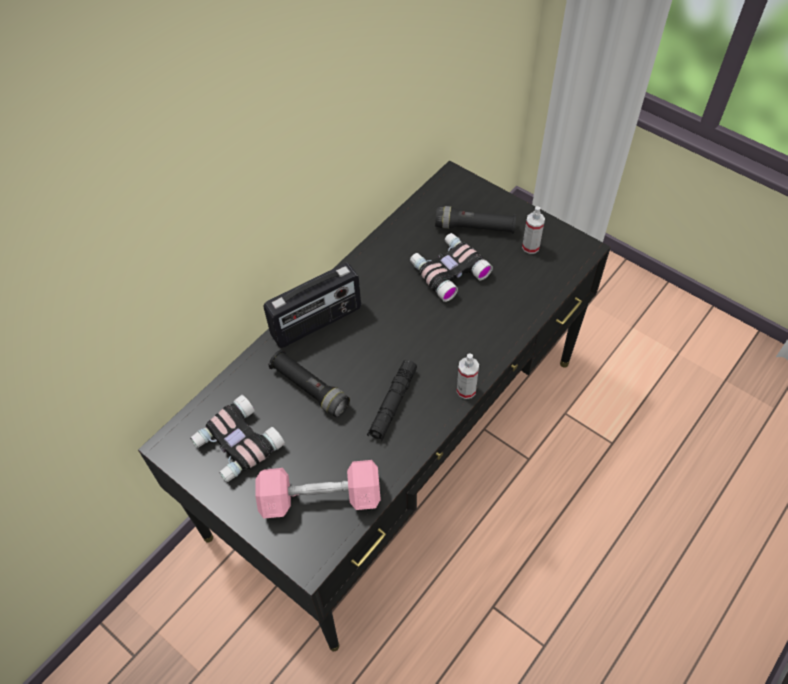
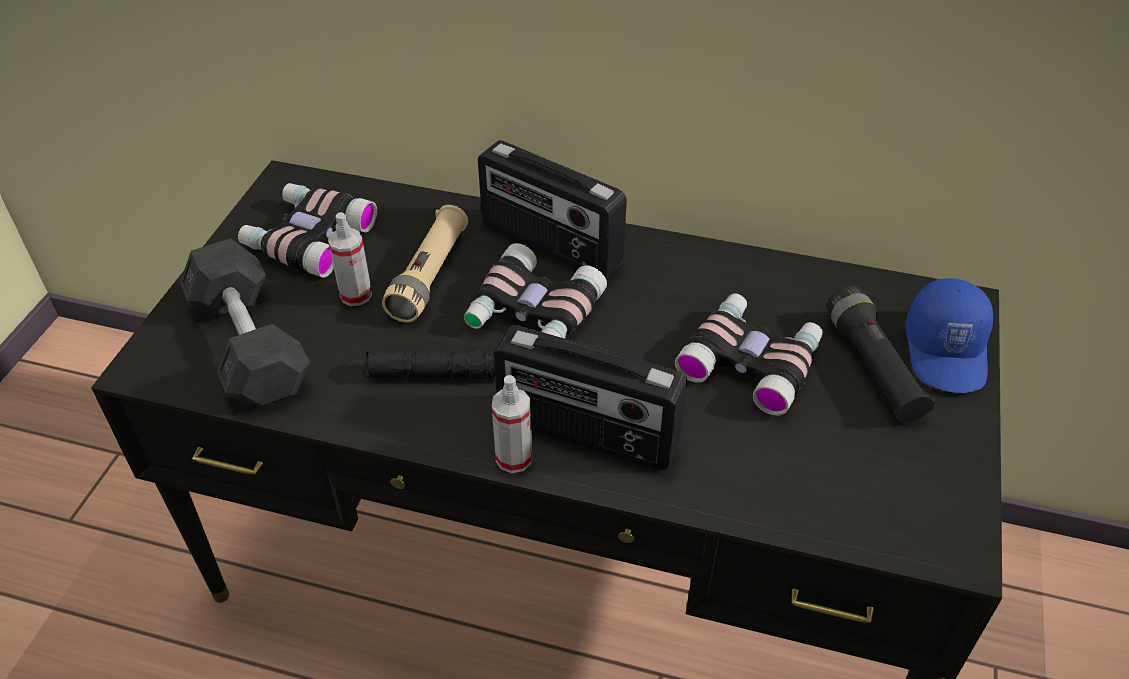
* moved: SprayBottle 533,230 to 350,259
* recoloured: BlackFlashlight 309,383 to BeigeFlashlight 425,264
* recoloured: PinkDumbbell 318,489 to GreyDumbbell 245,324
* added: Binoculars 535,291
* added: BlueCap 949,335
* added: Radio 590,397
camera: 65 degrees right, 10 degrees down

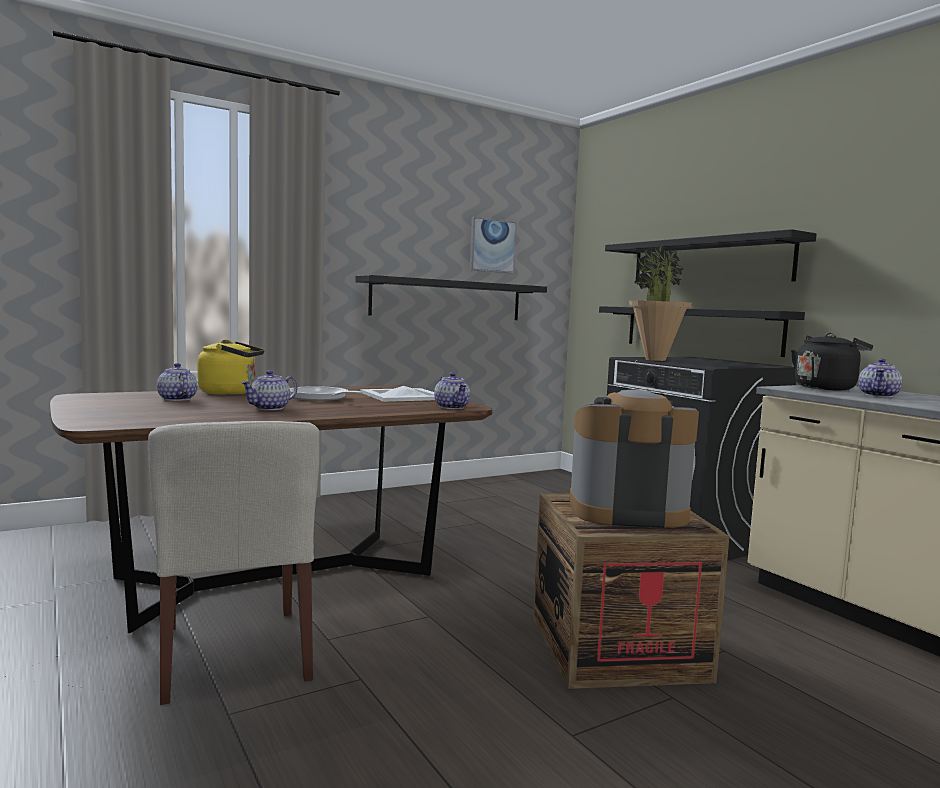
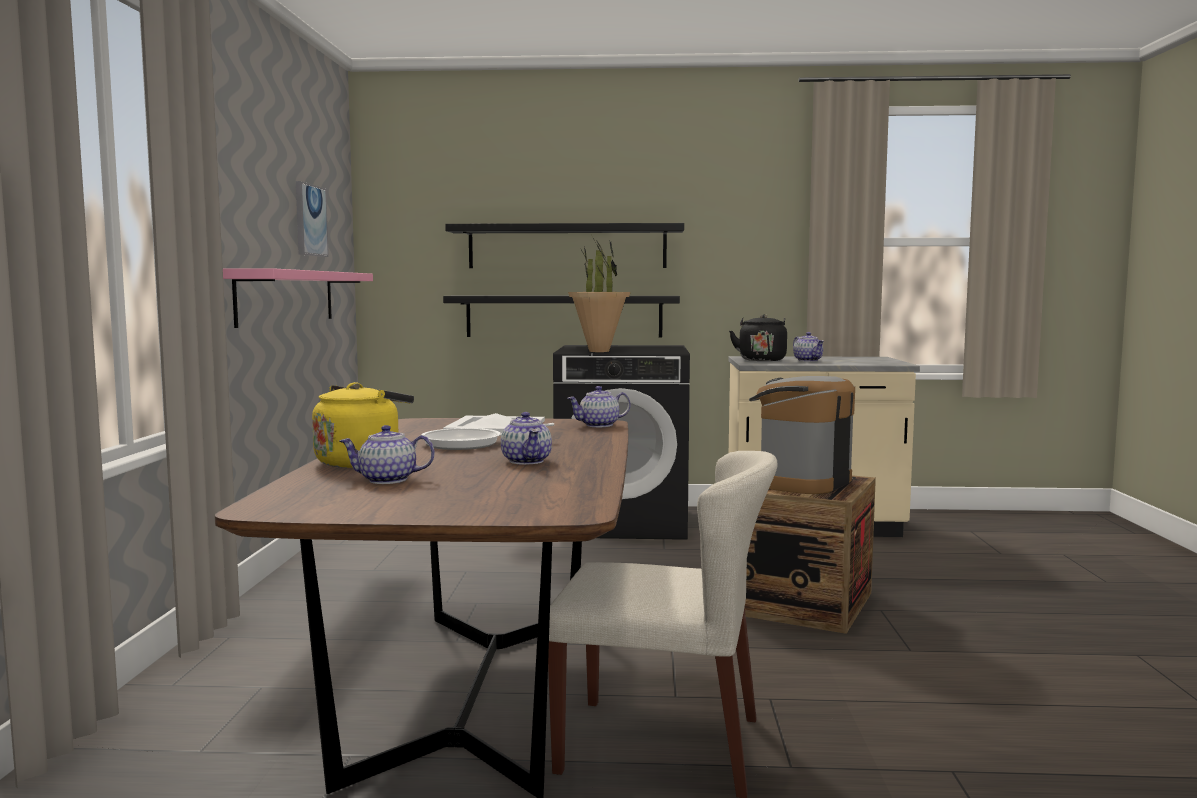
* recoloured: BlackShelf 451,297 to PinkShelf 298,298
* turned: Teapot 452,390 = 599,406 150 degrees clockwise
camera: 55 degrees left, 0 degrees up

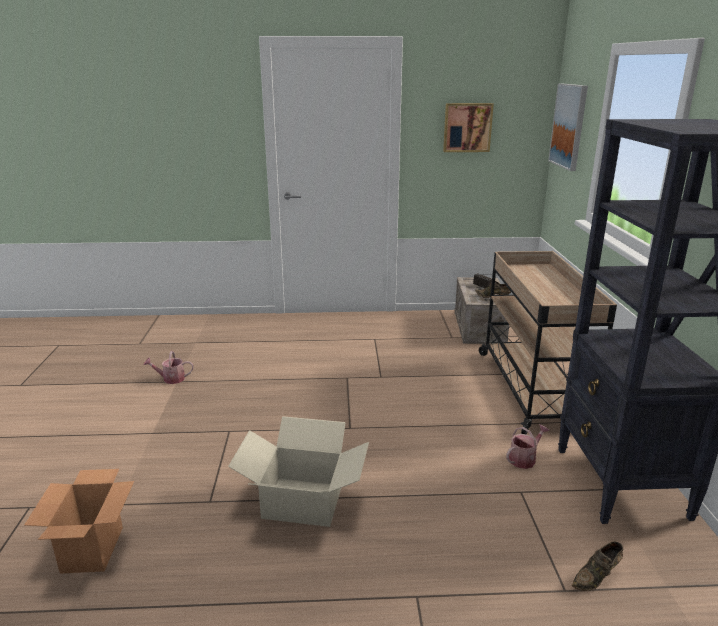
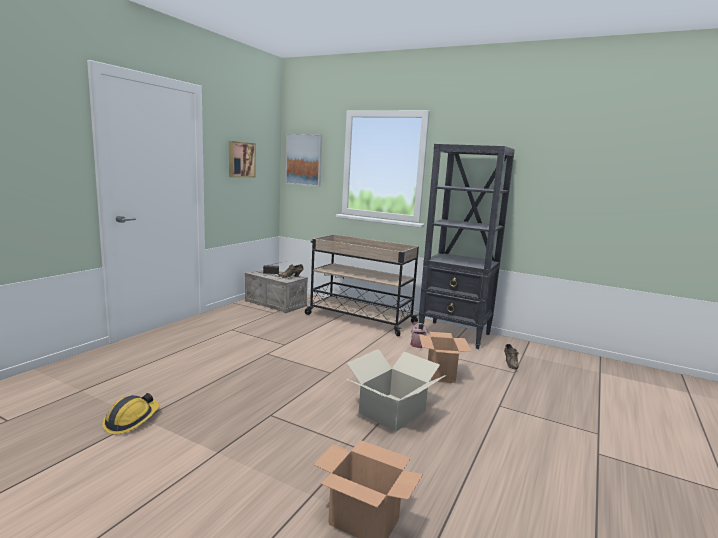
* replaced: WateringCan 169,367 to HardHat 130,413
* added: CardboardBox 445,357
camera: 60 degrees left, 10 degrees down

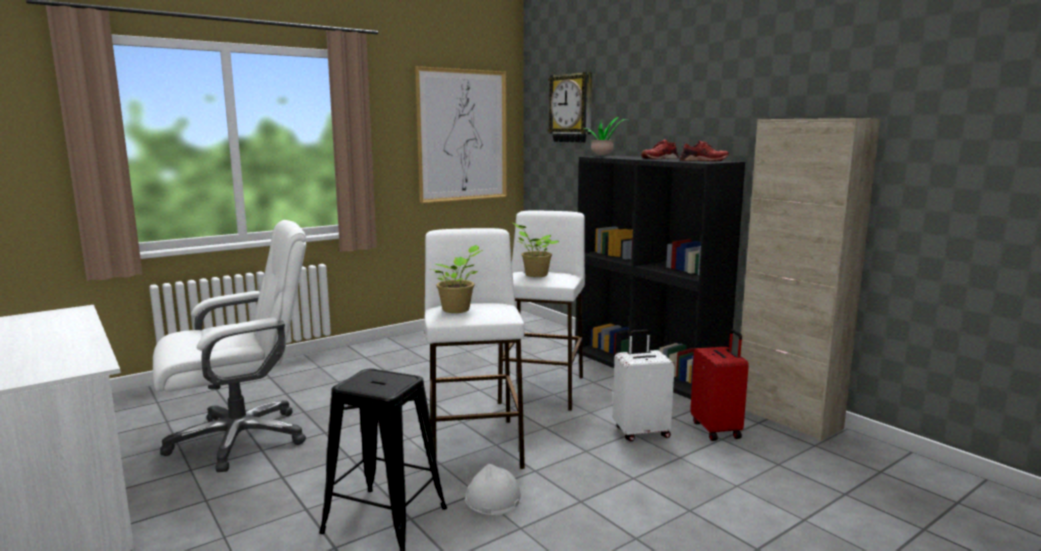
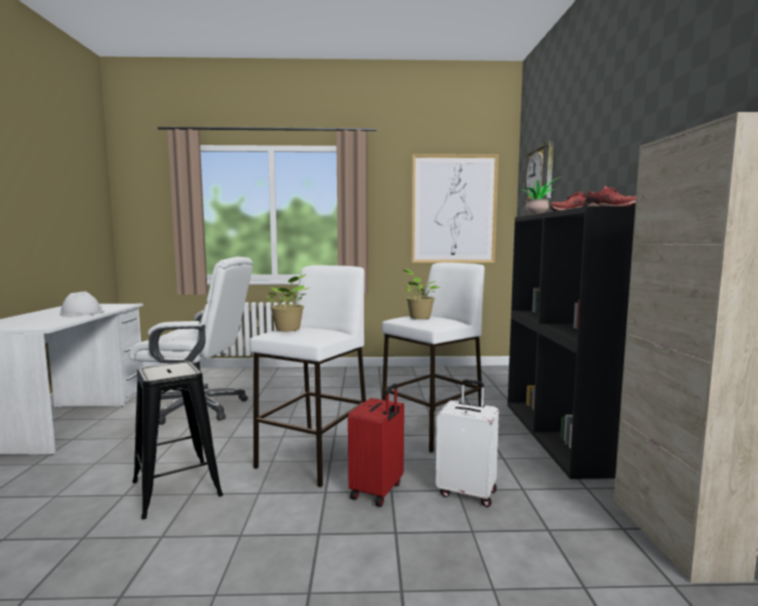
* moved: RedSuitcase 719,385 to 376,445
* moved: WhiteHardHat 493,489 to 82,304
camera: 35 degrees right, 5 degrees down

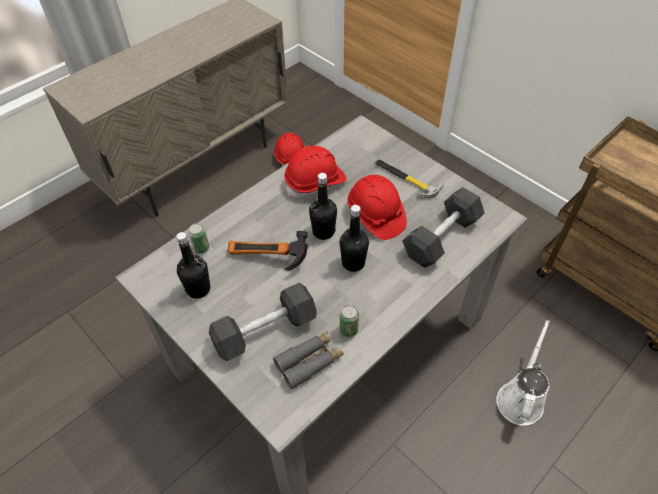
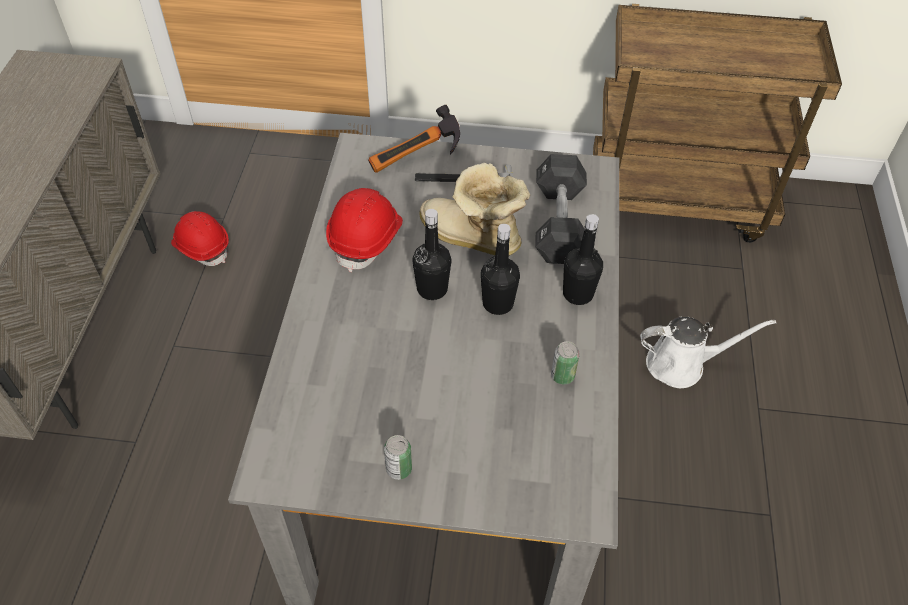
* replaced: RedHardHat 377,207 to Boot 474,209
* moved: Can 198,238 to 398,457
* moved: Hammer 268,251 to 414,139
* moved: BlackBottle 193,265 to 583,259
* removed: BlackDumbbell 263,322
* turned: WhiteWateringCan 522,373 = 708,352 105 degrees clockwise
* removed: GreyBinoculars 308,360
camera: 40 degrees left, 0 degrees up

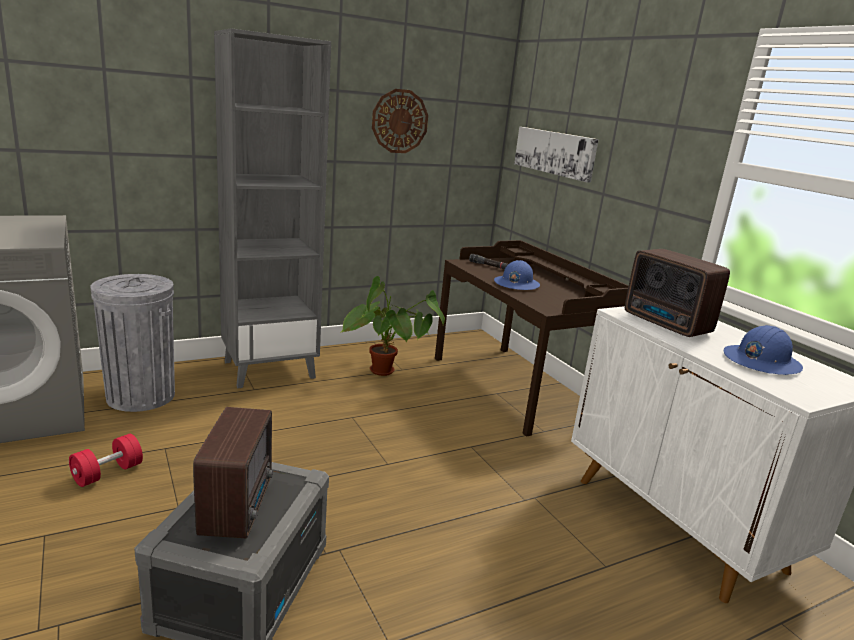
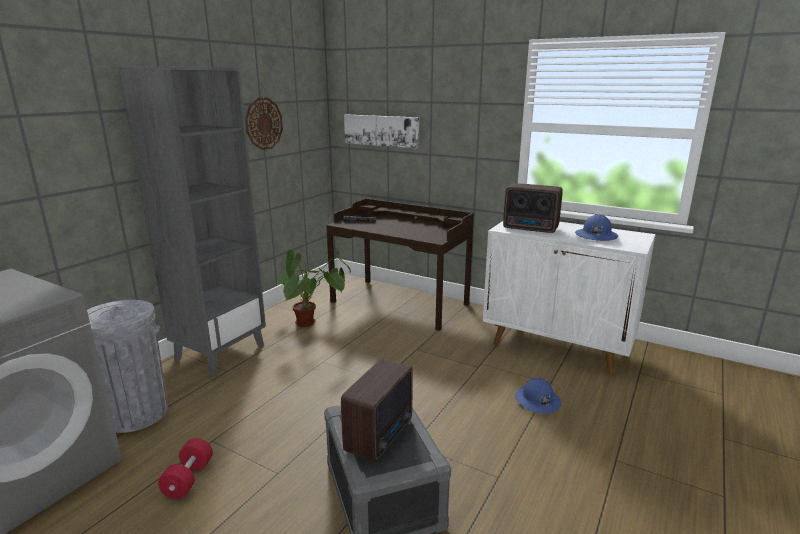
* moved: BlueHardHat 517,275 to 538,396
* turned: Radio 233,473 = 377,410 60 degrees clockwise
camera: 30 degrees left, 0 degrees up

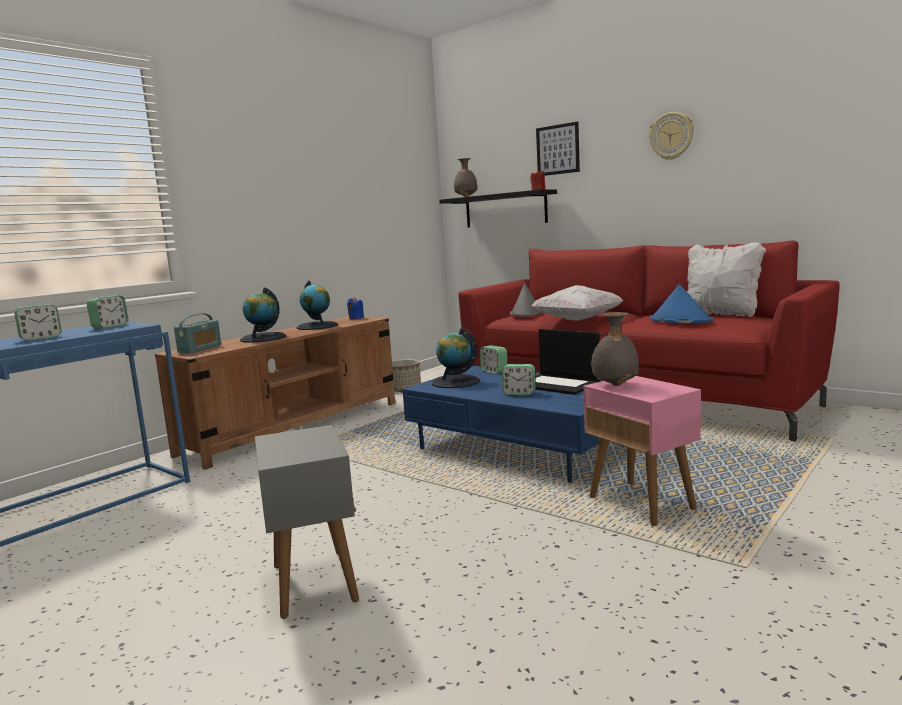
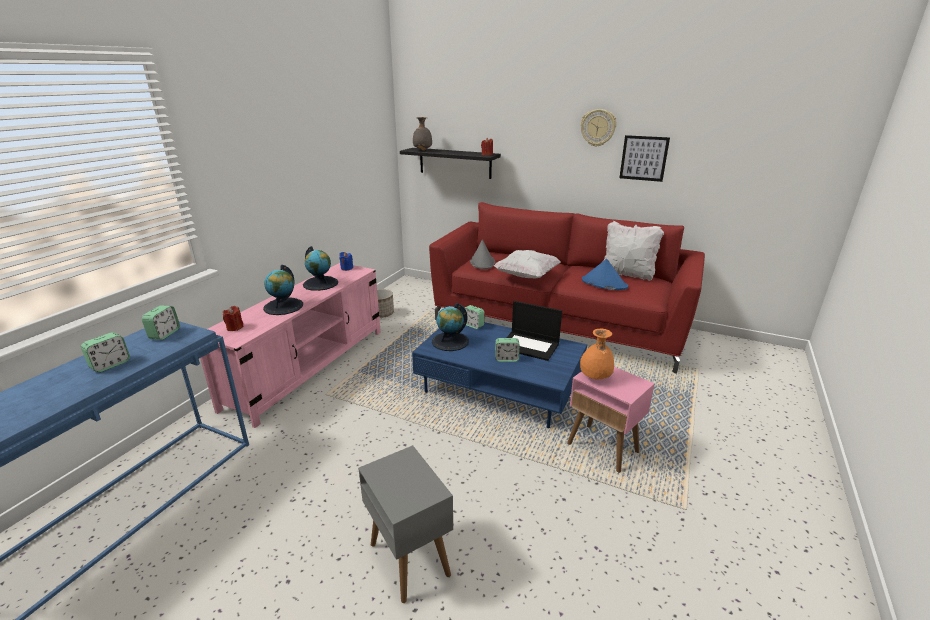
* moved: Picture 558,148 to 644,158
* recoloured: GreyVase 615,349 to OrangeVase 597,353
* replaced: Radio 197,333 to RedCandle 233,318
* recoloured: BrownTvStand 275,393 to PinkTvStand 290,345
camera: 15 degrees left, 15 degrees up

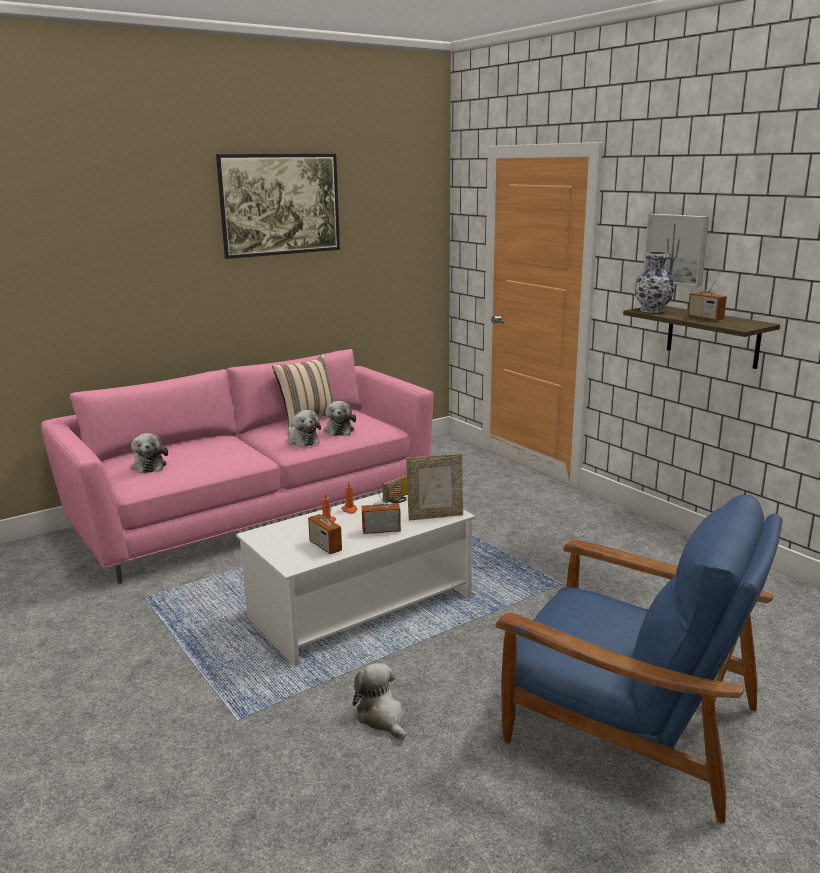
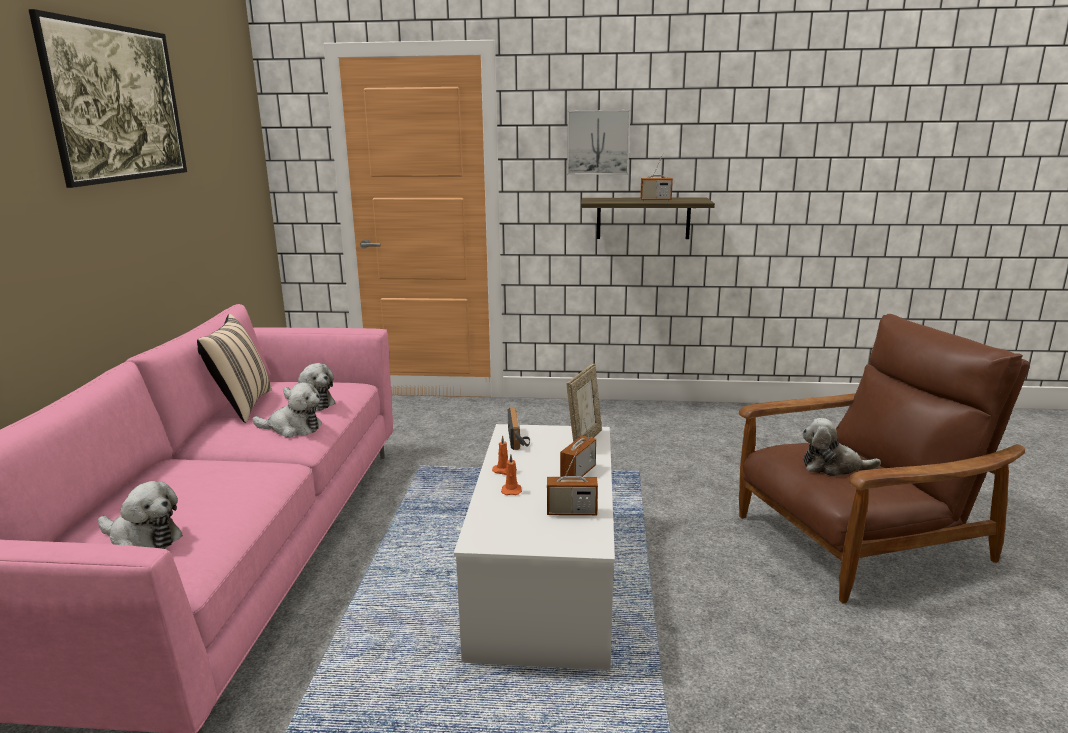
* removed: Vase 654,282
* recoloured: BlueArmchair 639,659 to BrownArmchair 884,459
* moved: PlushToy 379,701 to 841,447
camera: 50 degrees left, 0 degrees up

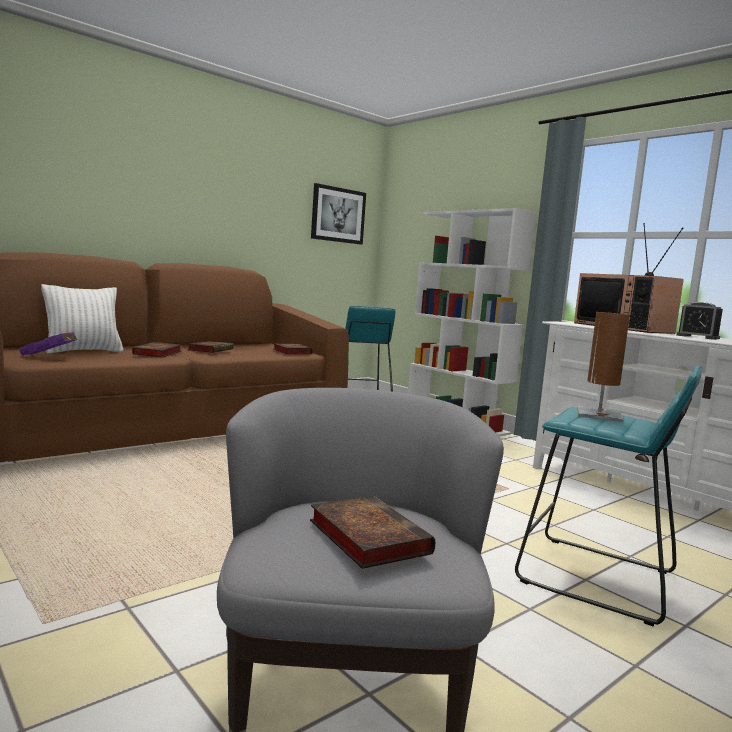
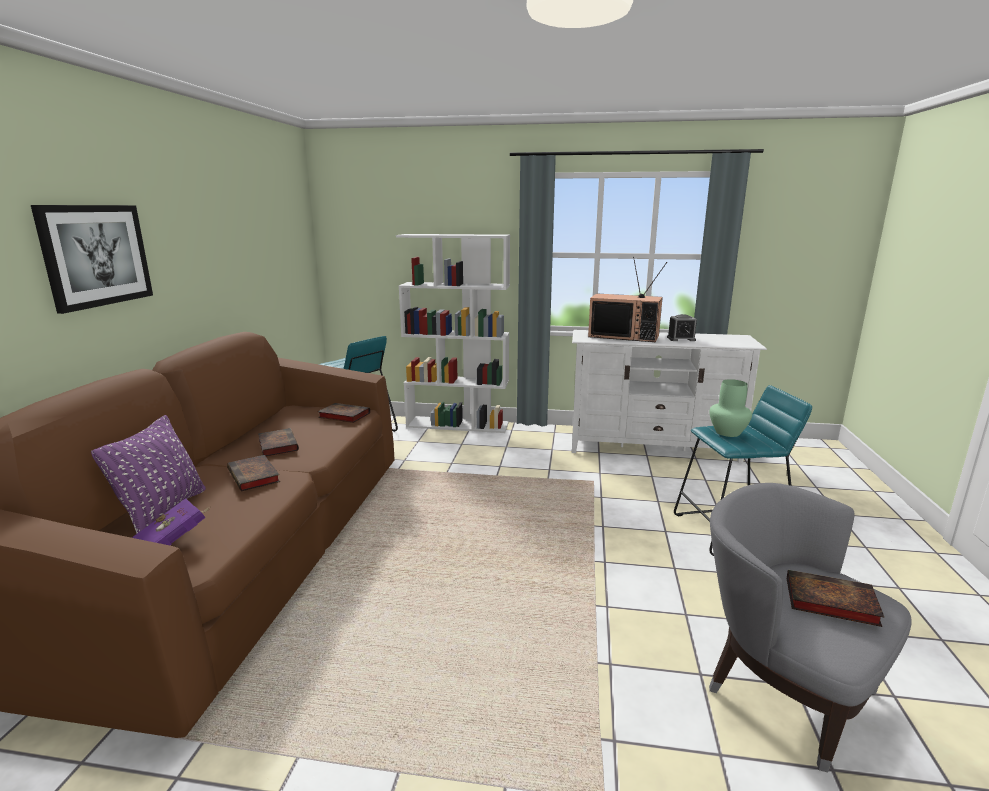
* moved: Picture 338,214 to 92,259
* recoloured: WhitePillow 82,318 to PurplePillow 148,474
* replaced: BrownTableLamp 603,367 to GreenVase 730,408
camera: 40 degrees left, 10 degrees up

